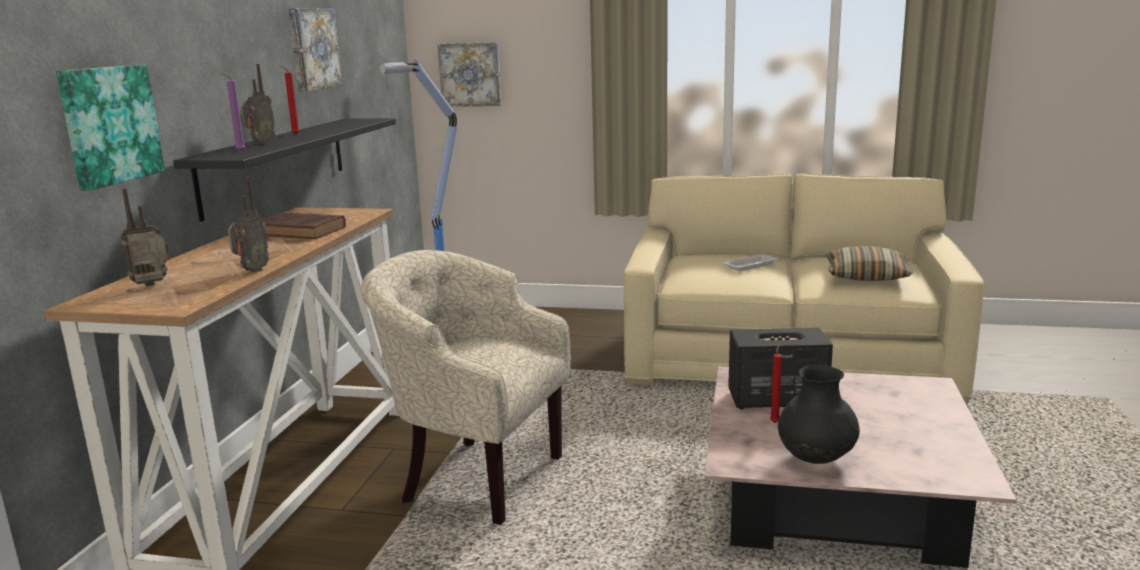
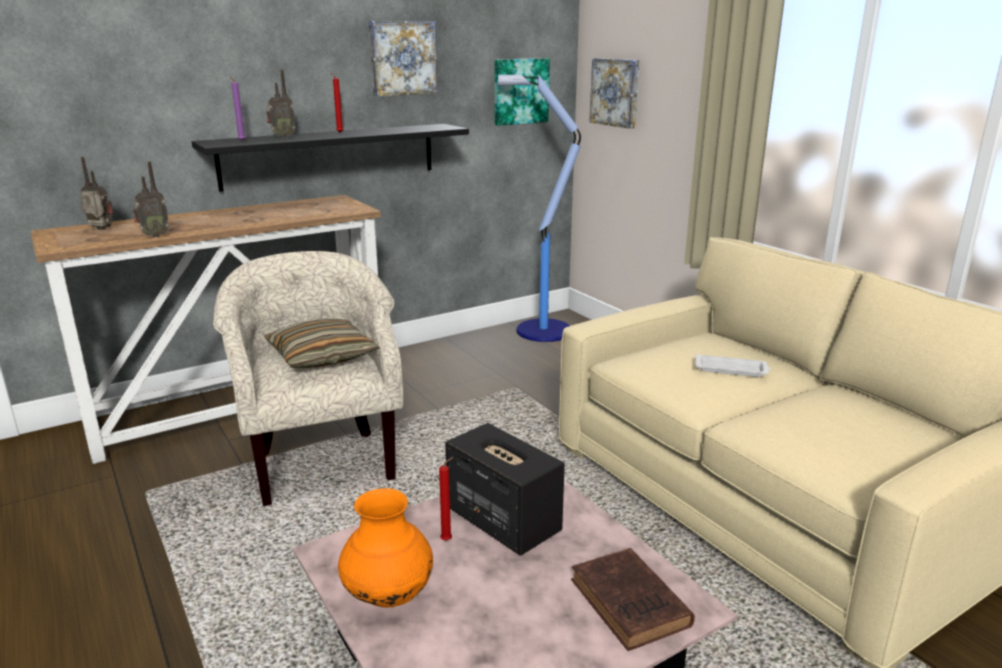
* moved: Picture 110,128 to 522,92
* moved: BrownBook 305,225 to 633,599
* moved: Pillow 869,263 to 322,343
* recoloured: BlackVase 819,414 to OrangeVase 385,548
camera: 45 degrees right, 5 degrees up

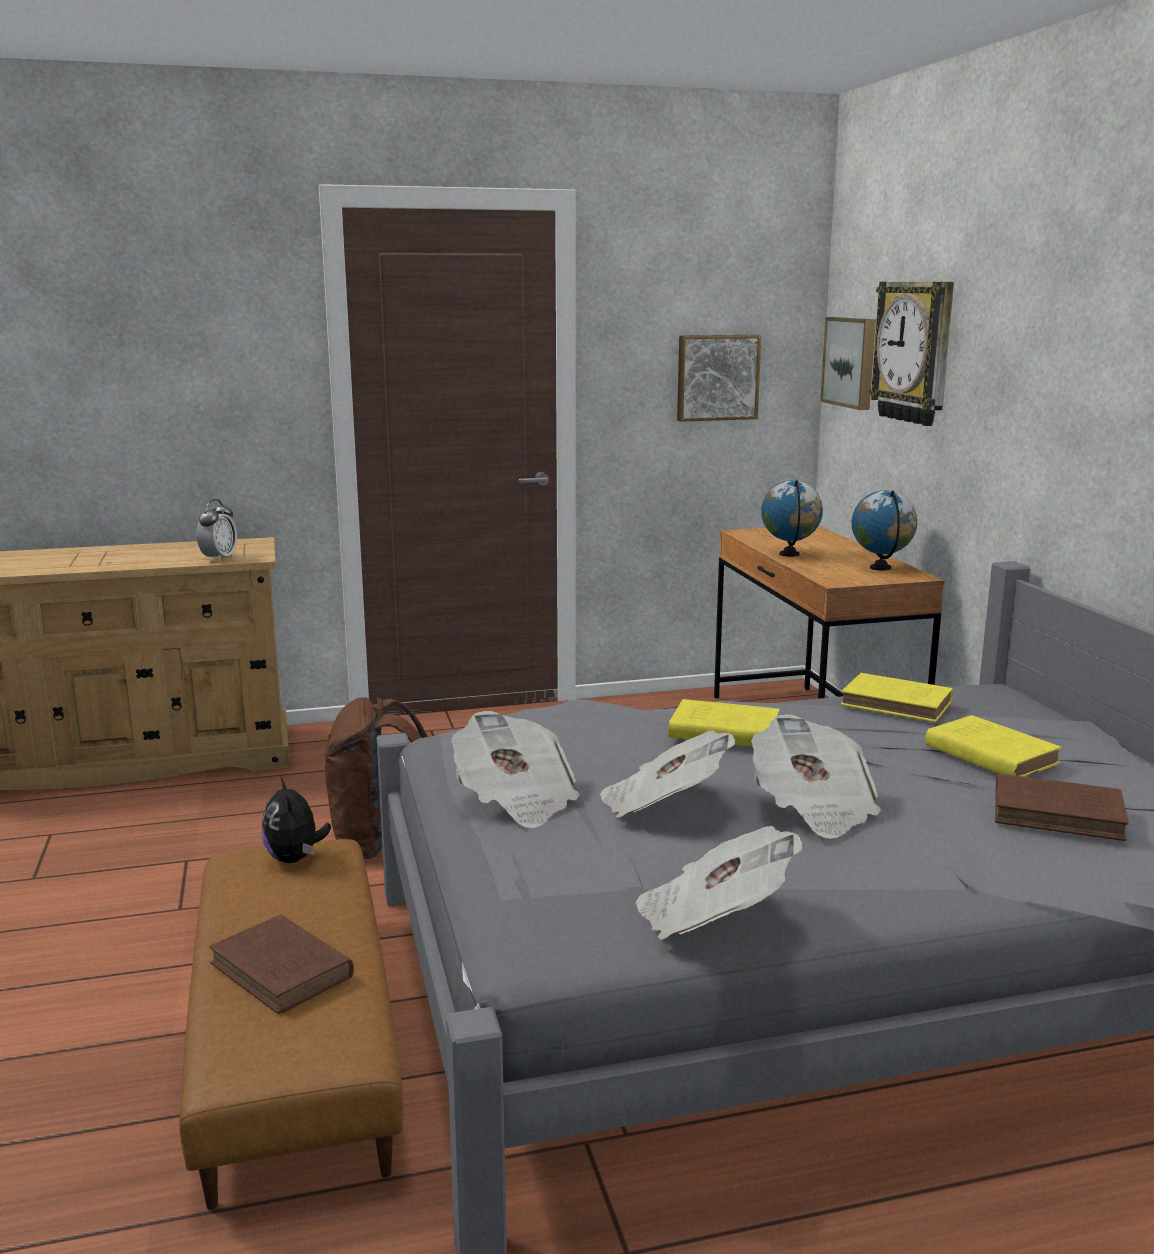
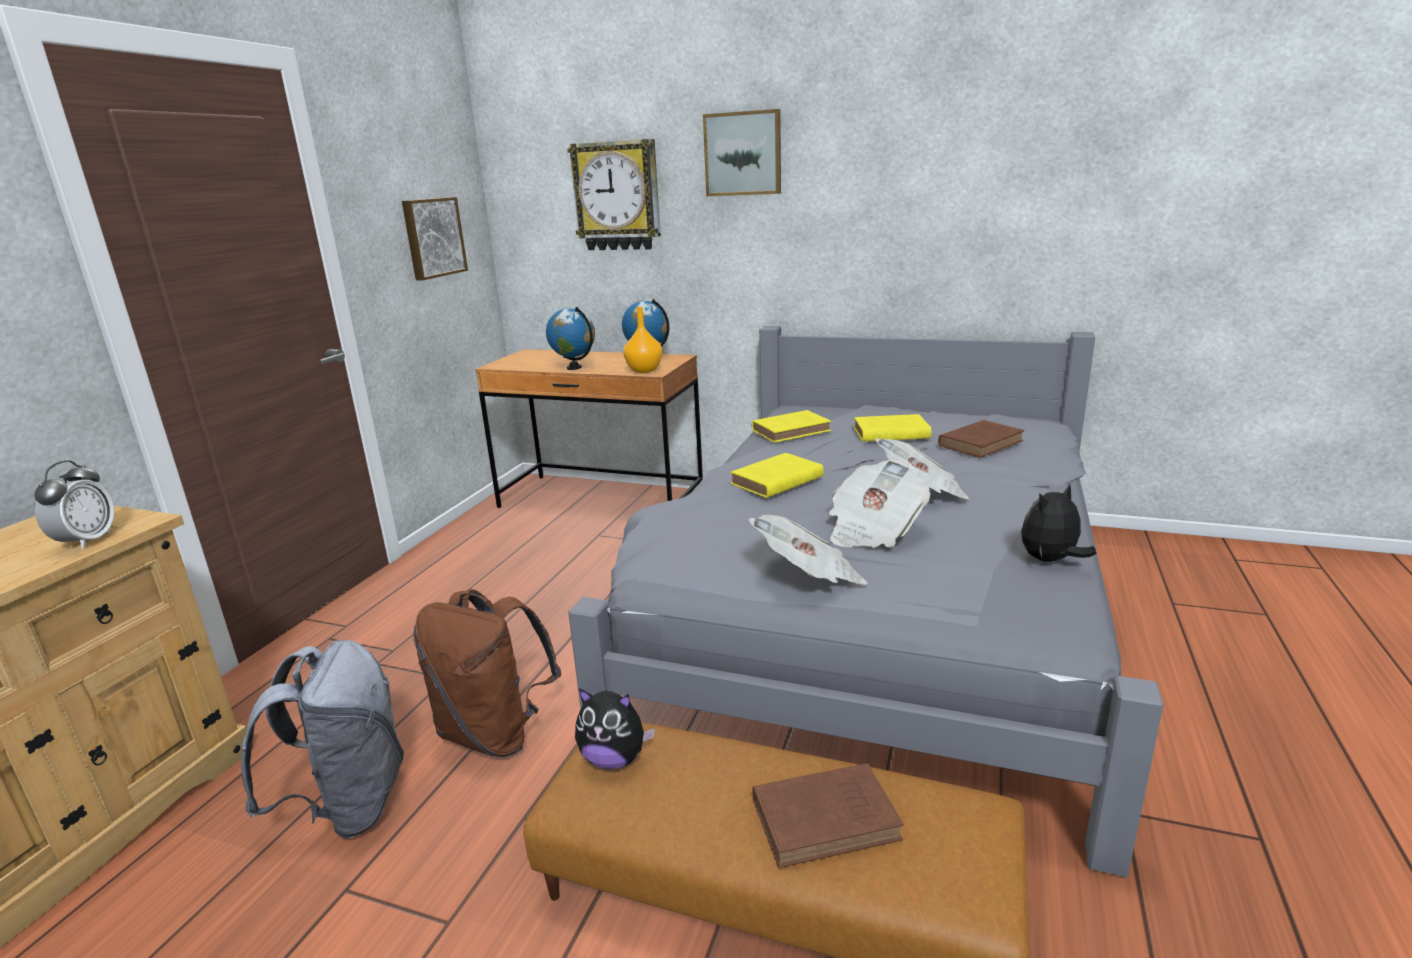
* moved: Picture 848,363 to 742,152
* turned: AlarmClock 216,530 = 74,504 45 degrees clockwise
* replaced: Newspaper 719,883 to PlushToy 1059,522
* added: OrangeVase 642,340
* added: GreyBackpack 322,739
camera: 55 degrees left, 5 degrees up

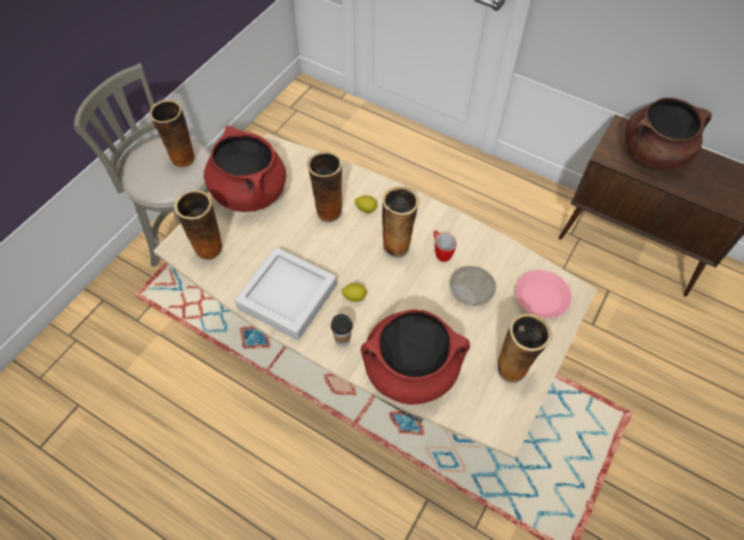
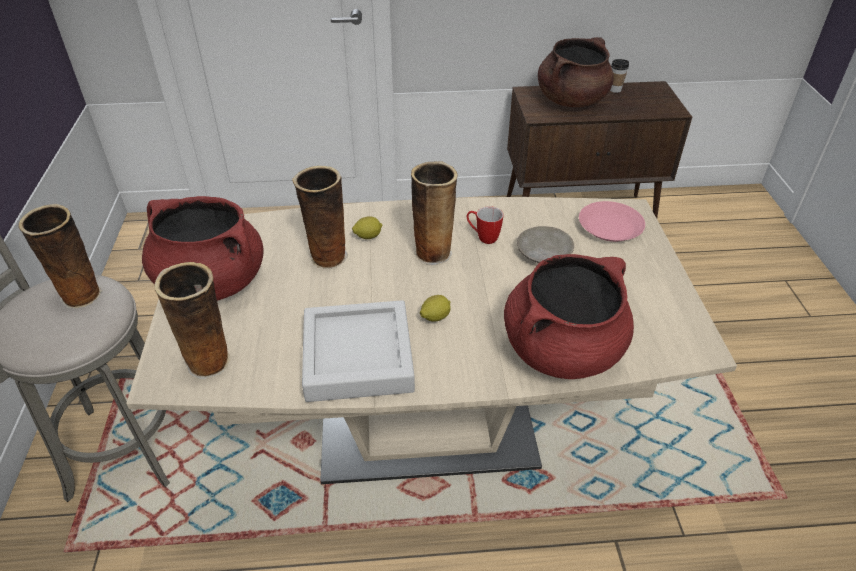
* moved: Cup 342,330 to 619,76
* removed: Vase 523,349
camera: 35 degrees left, 15 degrees down

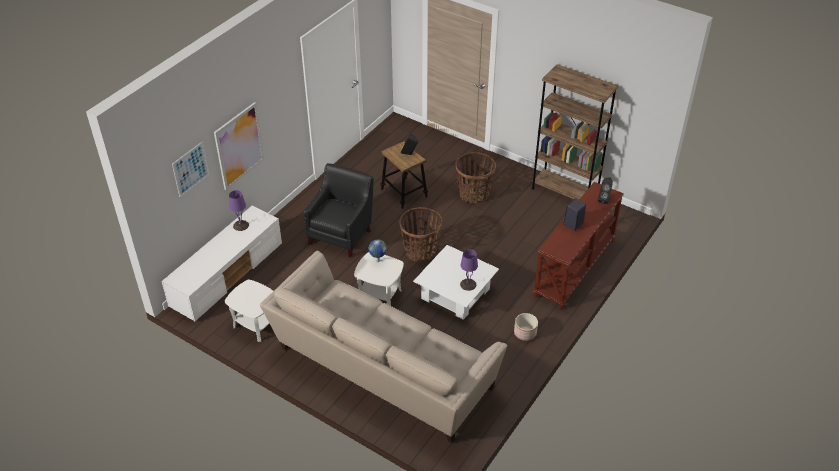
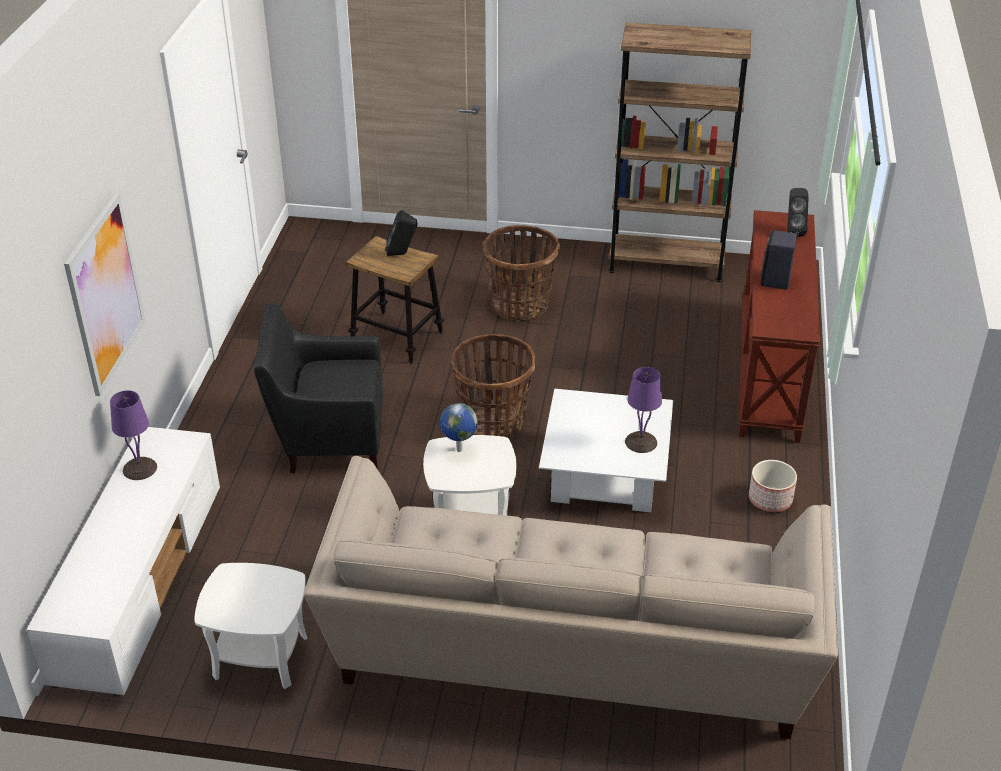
* removed: Picture 190,169
* turned: BlackArmchair 338,210 = 318,387 90 degrees counterclockwise
camera: 25 degrees left, 5 degrees down

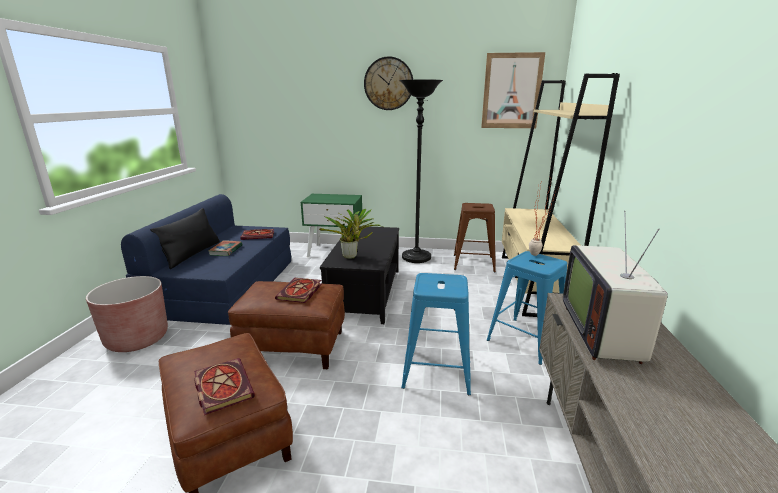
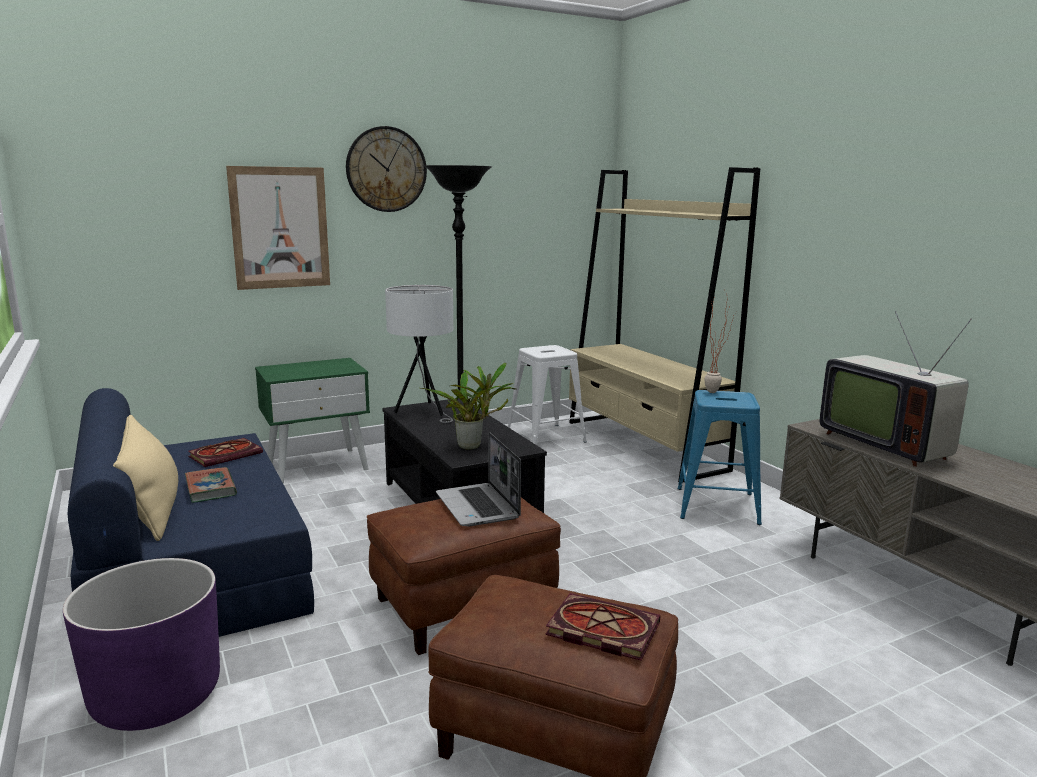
* moved: Picture 513,90 to 278,228
* recoloured: BrownStool 475,237 to WhiteStool 547,395
* recoloured: BlackPillow 185,238 to BeigePillow 145,478
* removed: BlueStool 436,334
* recoloured: BrownPlanter 127,314 to PurplePlanter 141,644
* replaced: Book 298,290 to Laptop 478,479
* added: WhiteTableLamp 419,354
camera: 35 degrees left, 5 degrees down

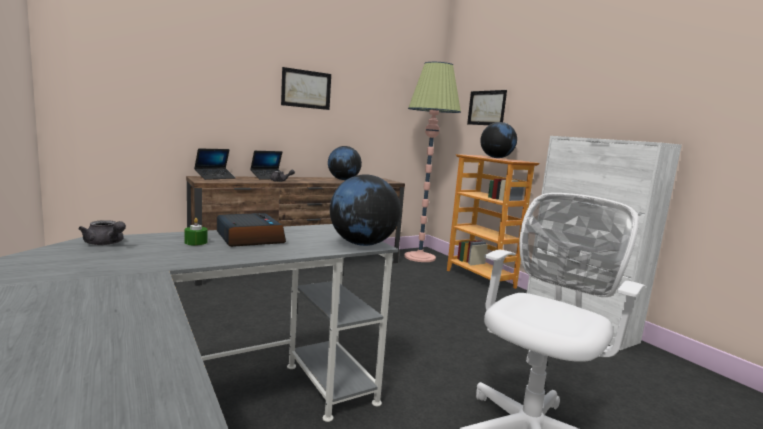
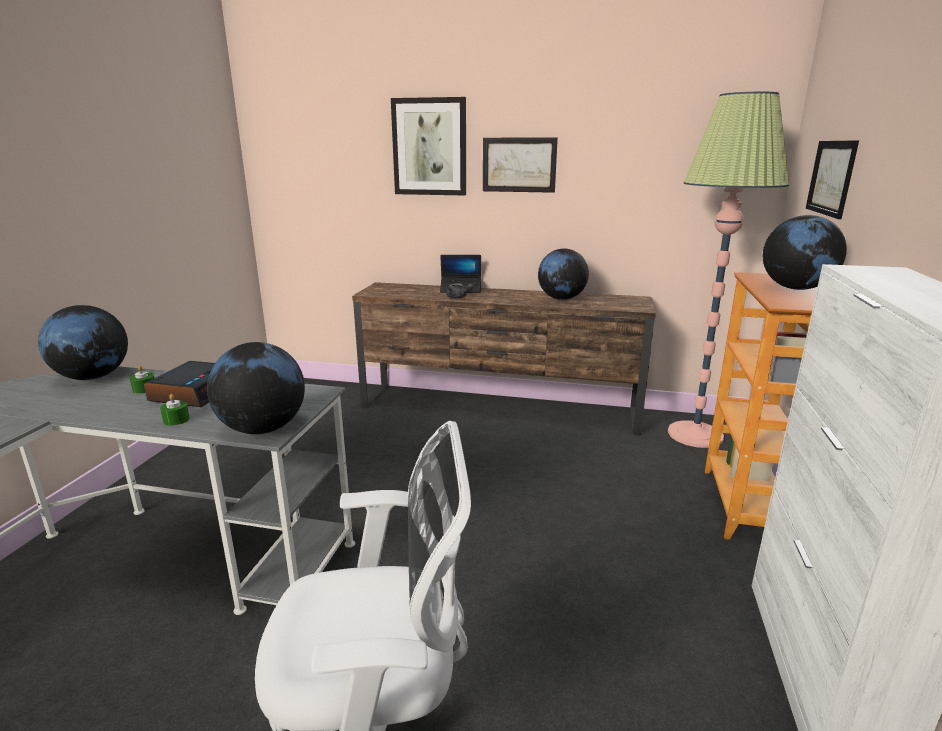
* removed: Laptop 214,164
* replaced: GreyTeapot 102,232 to Globe 83,342
* added: Picture 428,146
* added: GreenCandle 175,410
camera: 45 degrees right, 10 degrees up

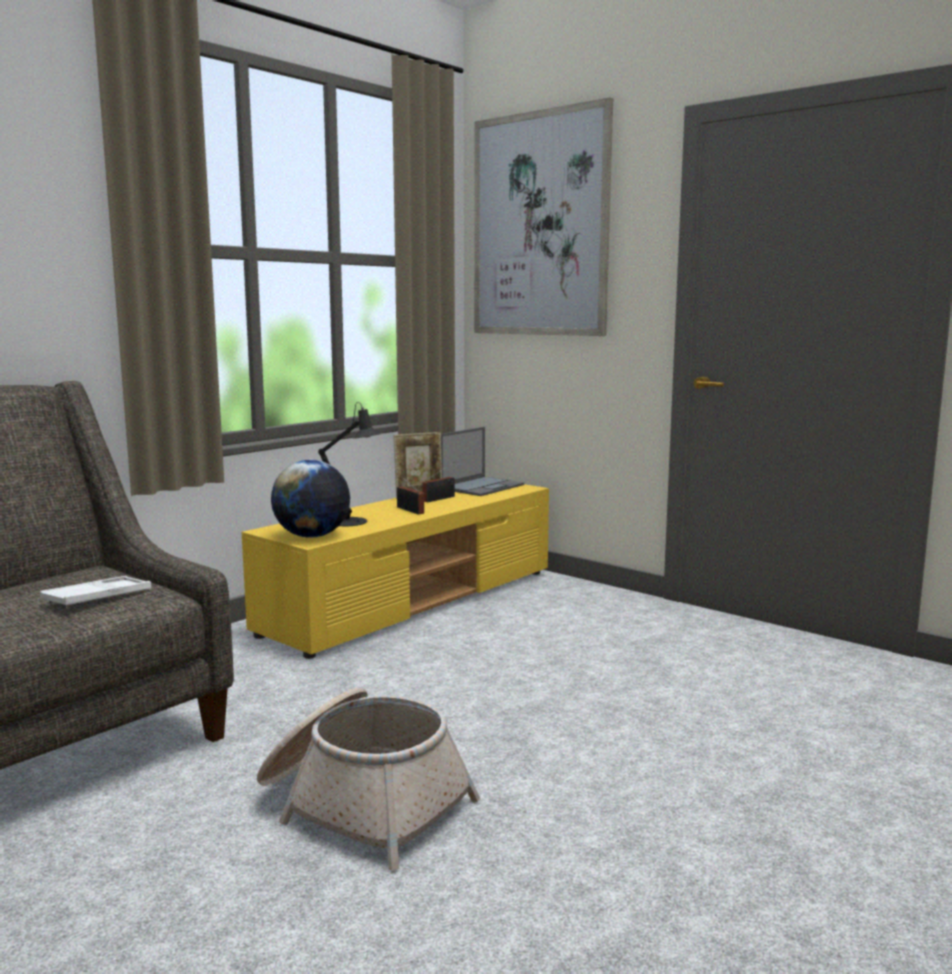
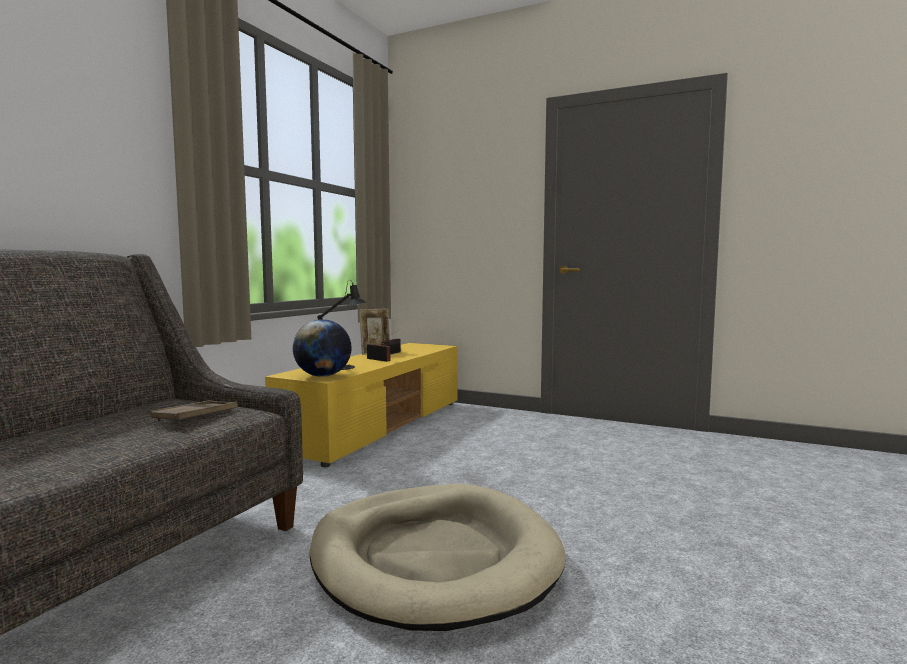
* removed: Picture 543,216
* removed: Laptop 482,461
* recoloured: WhiteTray 95,592 to BrownTray 194,411
* replaced: Basket 368,779 to BeigeDogBed 438,557
camera: 15 degrees left, 5 degrees down

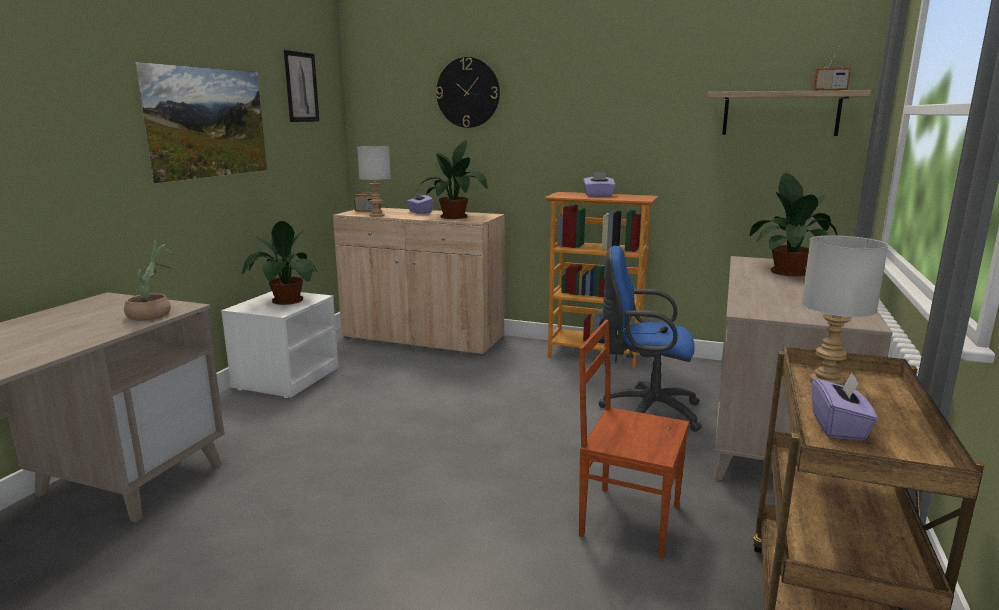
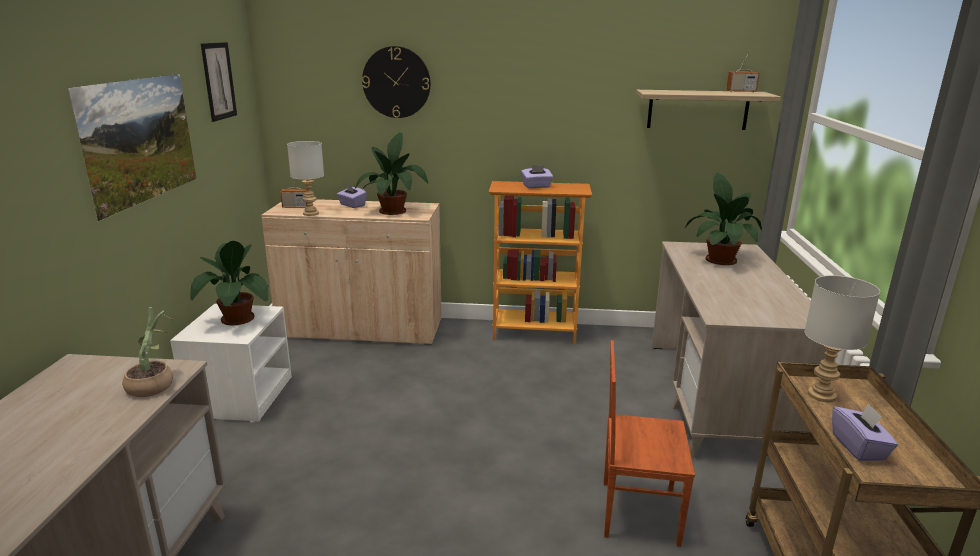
* removed: BlueOfficeChair 650,339
camera: 15 degrees left, 5 degrees up

